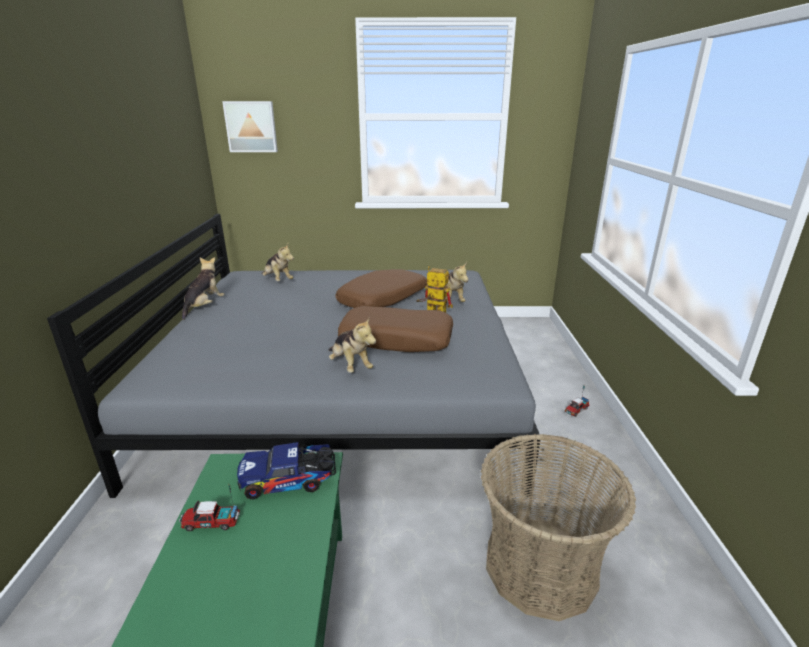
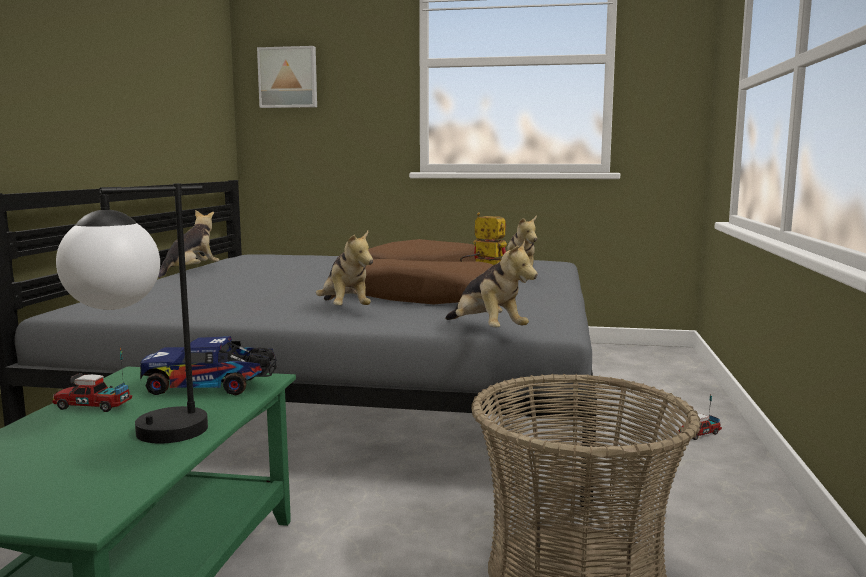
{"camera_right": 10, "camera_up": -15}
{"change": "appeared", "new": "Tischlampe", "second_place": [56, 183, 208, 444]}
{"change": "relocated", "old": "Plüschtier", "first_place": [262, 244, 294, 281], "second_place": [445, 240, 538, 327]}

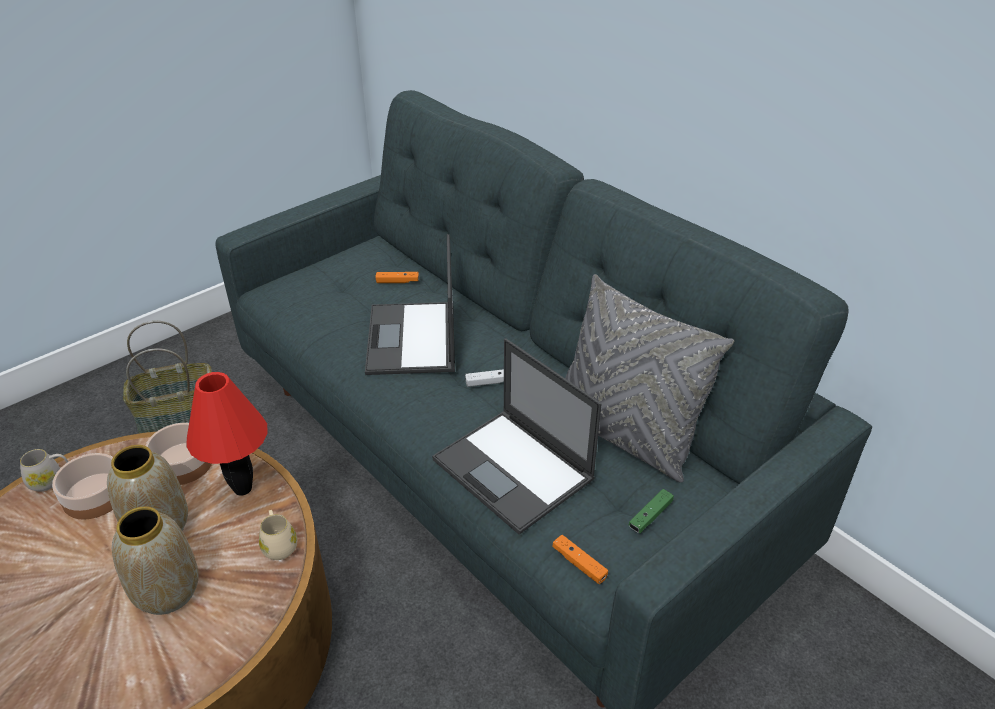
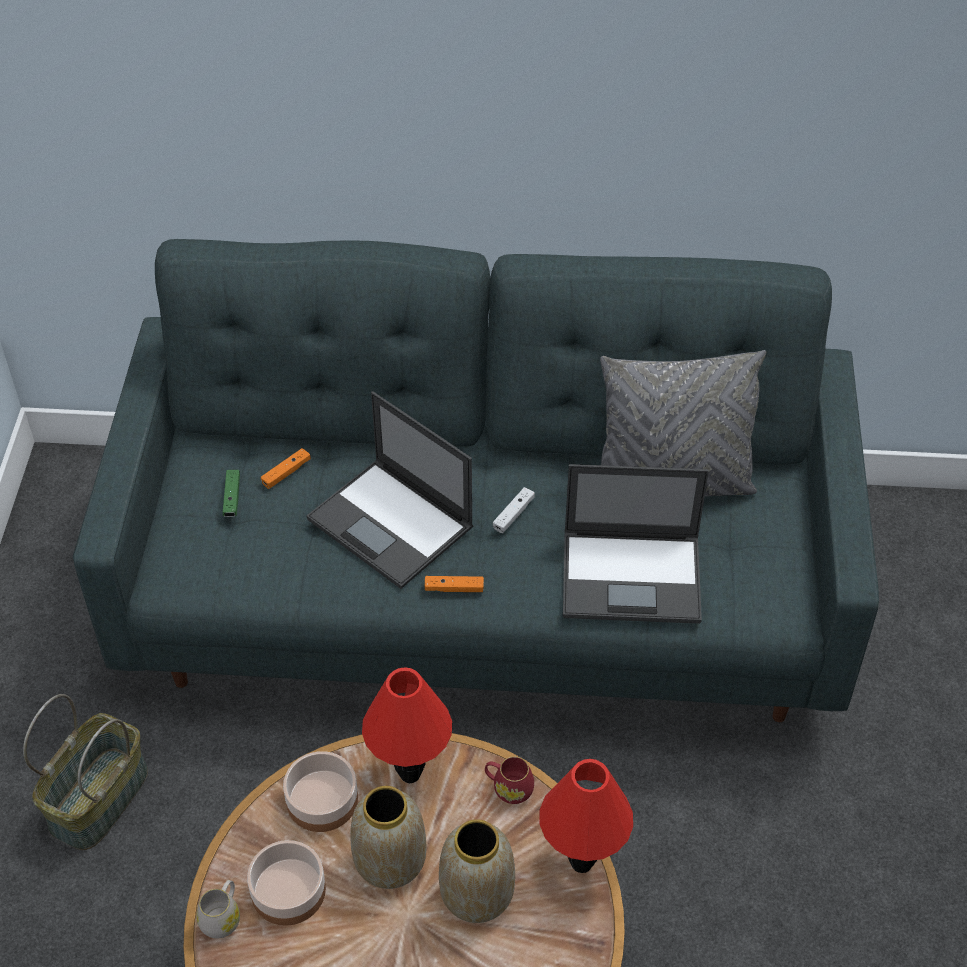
{"camera_right": -45, "camera_up": 10}
{"change": "relocated", "old": "Gamepad (grün)", "first_place": [629, 489, 674, 533], "second_place": [223, 470, 240, 517]}
{"change": "relocated", "old": "Gamepad (orange)", "first_place": [552, 535, 608, 584], "second_place": [425, 576, 484, 592]}
{"change": "colour", "old": "Henkelbecher (beige)", "new": "Henkelbecher (rot)", "first_place": [259, 510, 297, 560], "second_place": [485, 757, 534, 804]}
{"change": "appeared", "new": "Tischlampe (rot)", "second_place": [539, 759, 633, 873]}

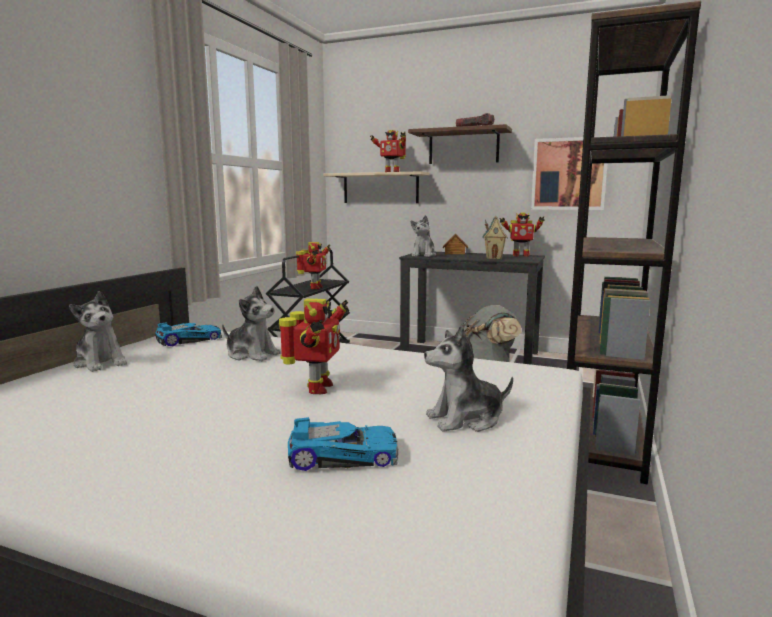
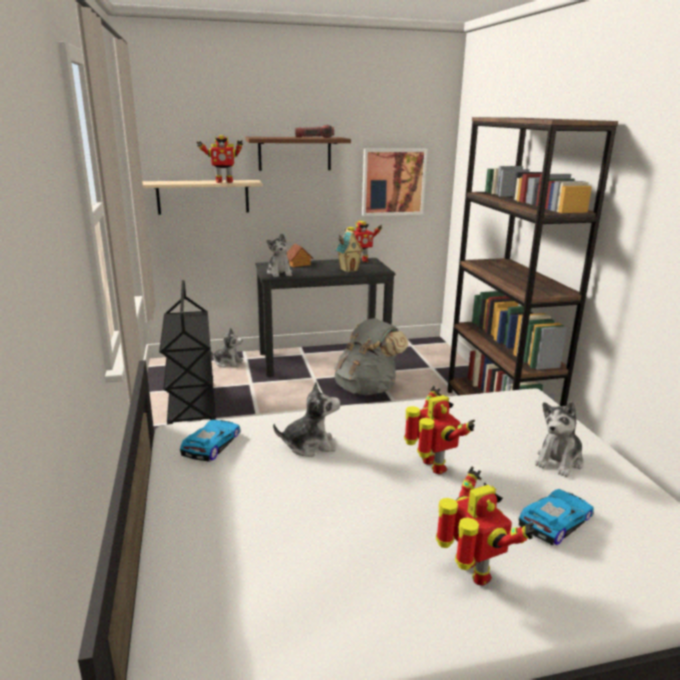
{"camera_right": -35, "camera_up": 10}
{"change": "relocated", "old": "Plüschtier", "first_place": [69, 291, 127, 372], "second_place": [211, 327, 243, 368]}
{"change": "relocated", "old": "Spielzeugroboter", "first_place": [296, 242, 331, 289], "second_place": [436, 466, 534, 586]}

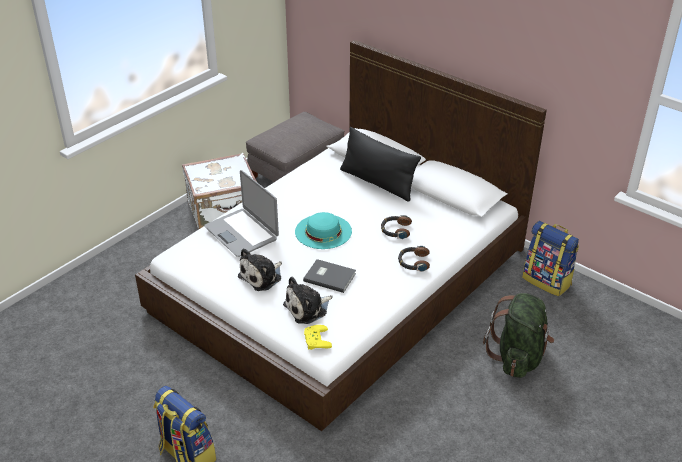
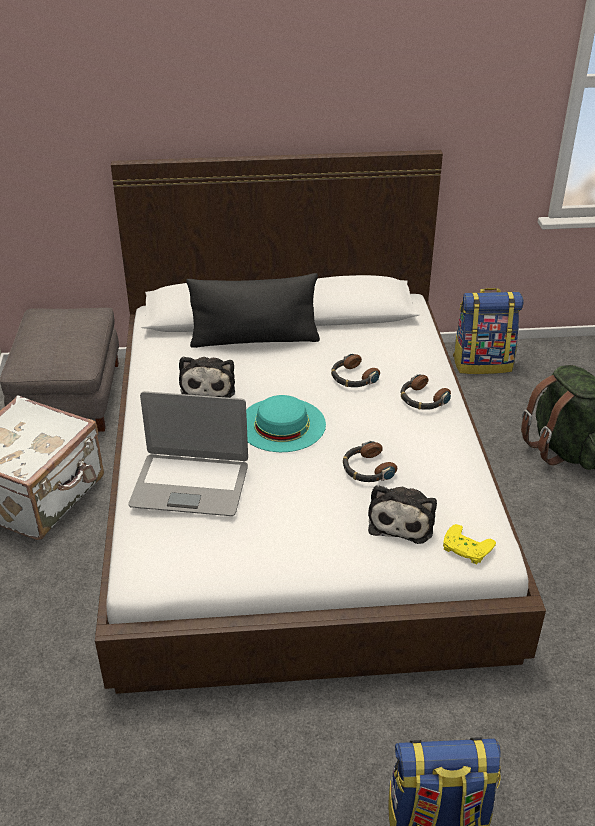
{"camera_right": -45, "camera_up": 0}
{"change": "relocated", "old": "Plüschtier", "first_place": [238, 248, 282, 291], "second_place": [179, 357, 235, 398]}
{"change": "exchanged", "old": "Buch (grau)", "new": "Kopfhörer", "first_place": [303, 259, 356, 293], "second_place": [343, 441, 397, 482]}

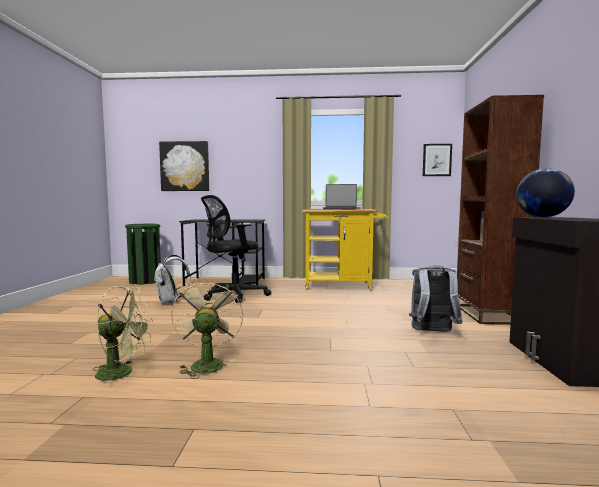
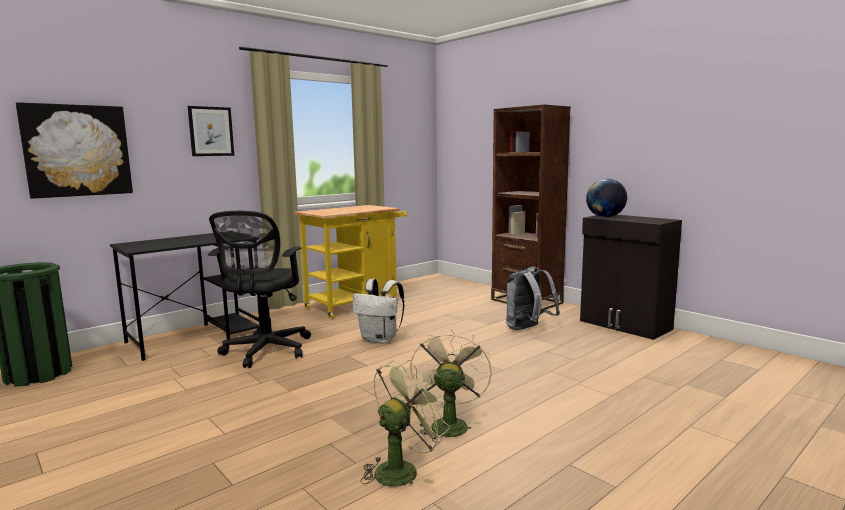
{"camera_right": -45, "camera_up": 5}
{"change": "relocated", "old": "Bild", "first_place": [423, 144, 452, 176], "second_place": [188, 106, 234, 156]}
{"change": "relocated", "old": "Rucksack (weiß)", "first_place": [154, 255, 191, 304], "second_place": [353, 279, 404, 344]}
{"change": "spun", "old": "Ventilator (beige)", "first_place": [171, 279, 243, 379], "second_place": [410, 328, 492, 443], "degrees": 60}
{"change": "missing", "old": "Laptop", "first_place": [323, 184, 357, 210]}

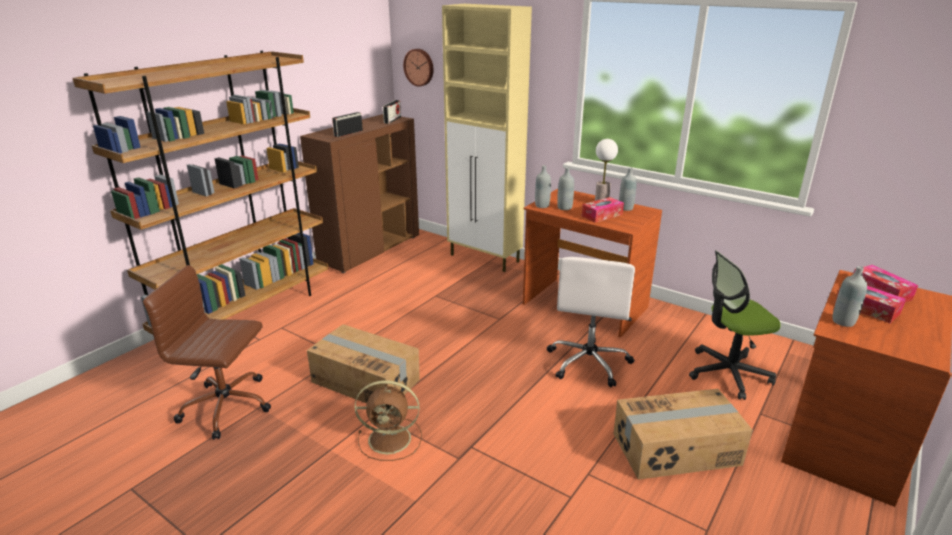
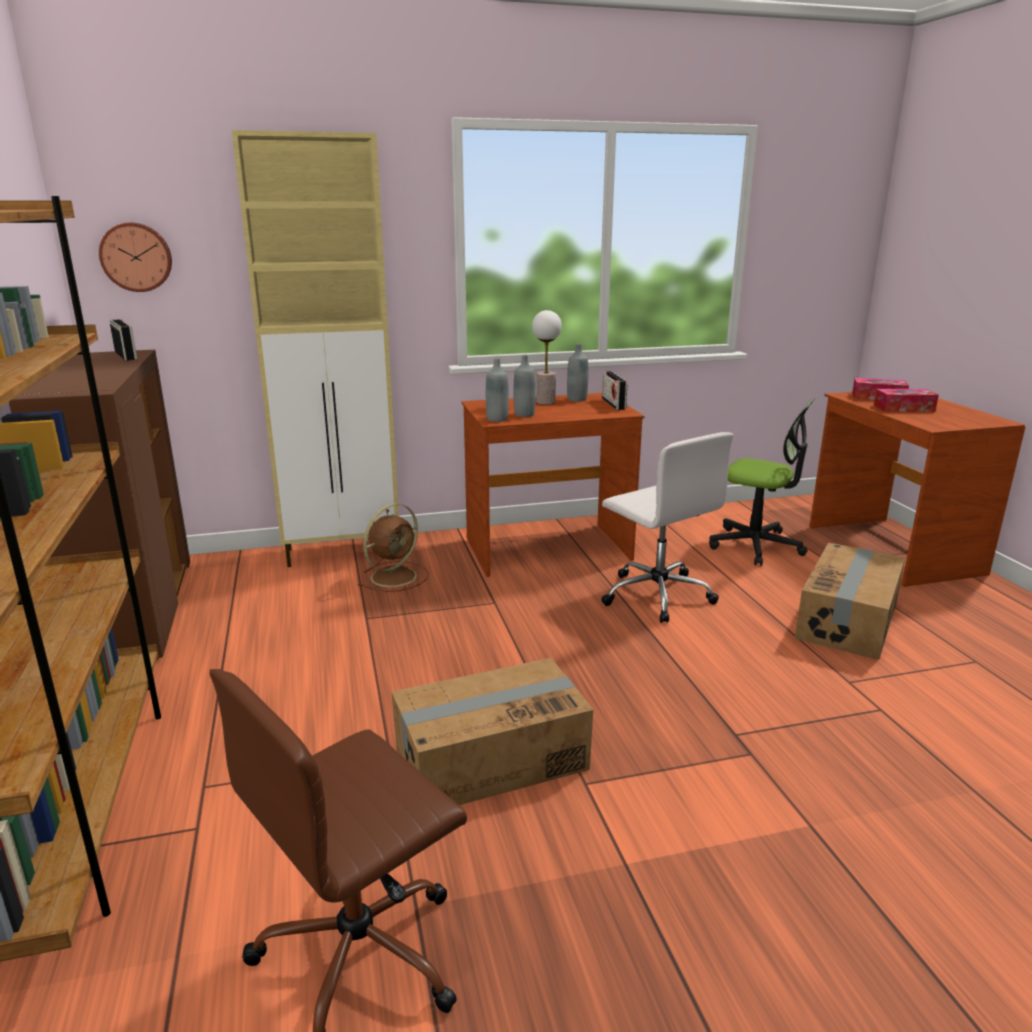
{"camera_right": -50, "camera_up": -5}
{"change": "relocated", "old": "Ventilator (braun)", "first_place": [355, 380, 422, 461], "second_place": [358, 503, 429, 592]}
{"change": "relocated", "old": "Radio", "first_place": [332, 112, 363, 137], "second_place": [602, 371, 627, 410]}
{"change": "spun", "old": "Bürostuhl", "first_place": [689, 251, 781, 400], "second_place": [709, 398, 815, 566], "degrees": -90}
{"change": "missing", "old": "Taschentuchbox", "first_place": [582, 197, 624, 223]}
{"change": "missing", "old": "Flasche (grau)", "first_place": [832, 266, 867, 327]}

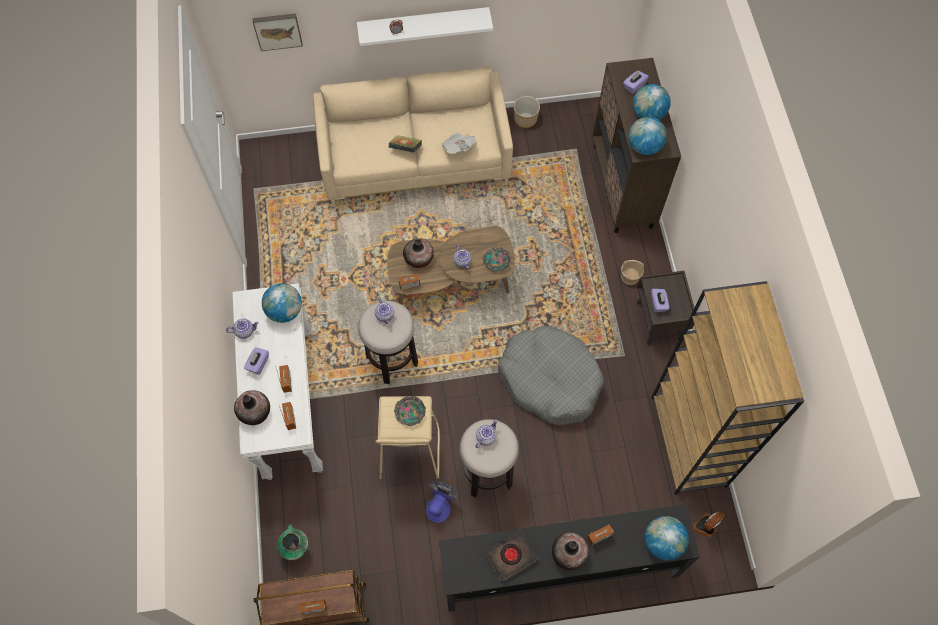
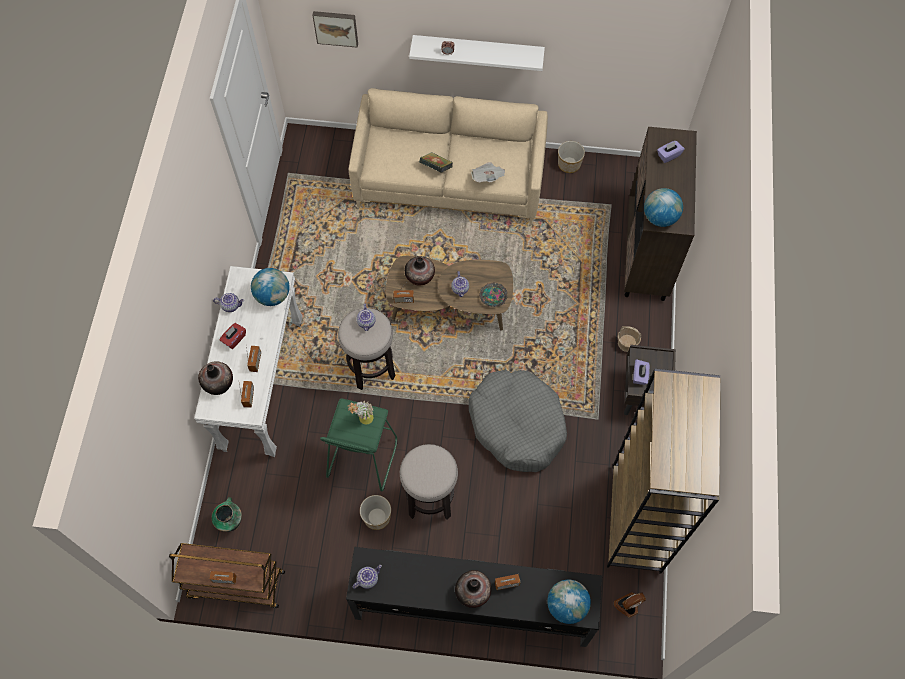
{"camera_right": 15, "camera_up": 0}
{"change": "colour", "old": "Taschentuchbox (lila)", "new": "Taschentuchbox (rot)", "first_place": [244, 347, 269, 375], "second_place": [219, 323, 246, 349]}
{"change": "colour", "old": "Hocker (beige)", "new": "Hocker (grün)", "first_place": [375, 396, 440, 479], "second_place": [320, 398, 398, 492]}
{"change": "exchanged", "old": "Schüssel", "new": "Topfpflanze", "first_place": [394, 396, 426, 426], "second_place": [348, 401, 373, 425]}
{"change": "relocated", "old": "Teekanne", "first_place": [475, 420, 497, 448], "second_place": [352, 565, 382, 589]}
{"change": "exchanged", "old": "Ventilator", "new": "Pflanzkübel", "first_place": [426, 480, 459, 523], "second_place": [360, 495, 391, 530]}
{"change": "missing", "old": "Buch (schwarz)", "first_place": [485, 530, 538, 582]}
{"change": "missing", "old": "Globus", "first_place": [633, 84, 671, 120]}

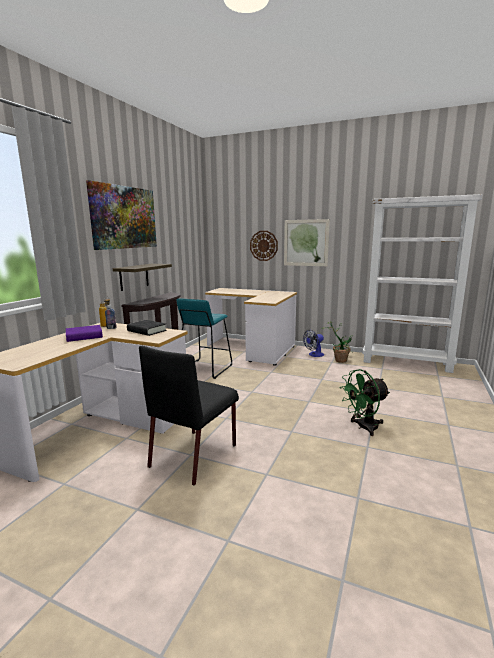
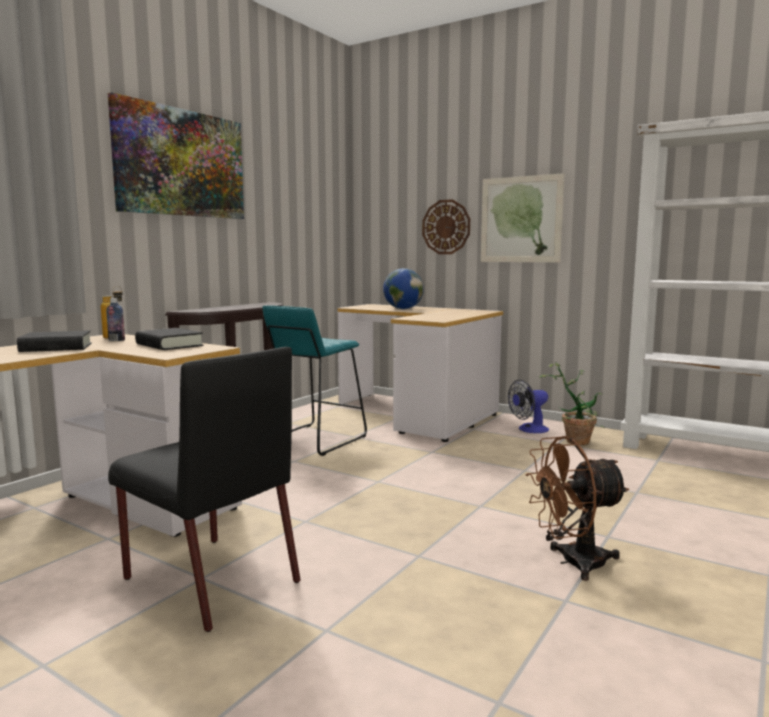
{"camera_right": 10, "camera_up": -5}
{"change": "colour", "old": "Buch (lila)", "new": "Buch (schwarz)", "first_place": [66, 325, 103, 342], "second_place": [17, 330, 92, 352]}
{"change": "spun", "old": "Stuhl (schwarz)", "first_place": [139, 346, 239, 485], "second_place": [108, 347, 300, 632], "degrees": -90}
{"change": "appeared", "new": "Globus", "second_place": [383, 268, 424, 309]}
{"change": "colour", "old": "Ventilator (grün)", "new": "Ventilator (braun)", "first_place": [340, 369, 390, 436], "second_place": [525, 436, 629, 581]}
{"change": "missing", "old": "Wandregal", "first_place": [113, 264, 172, 291]}

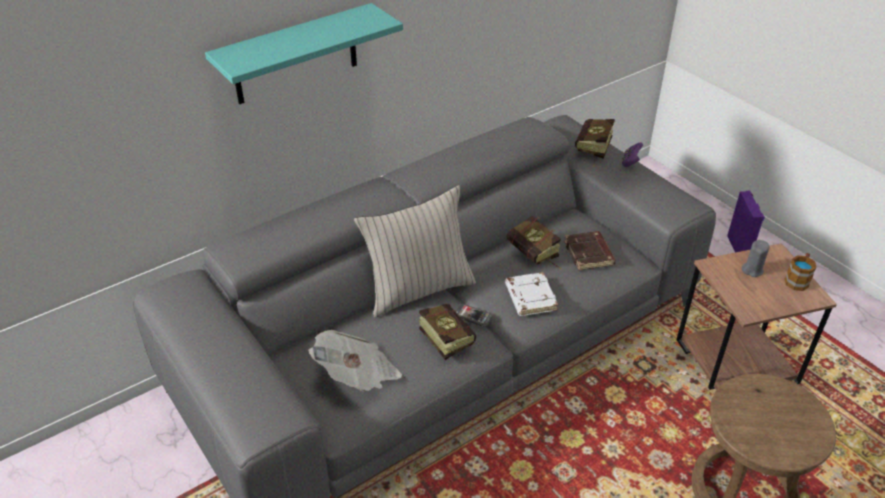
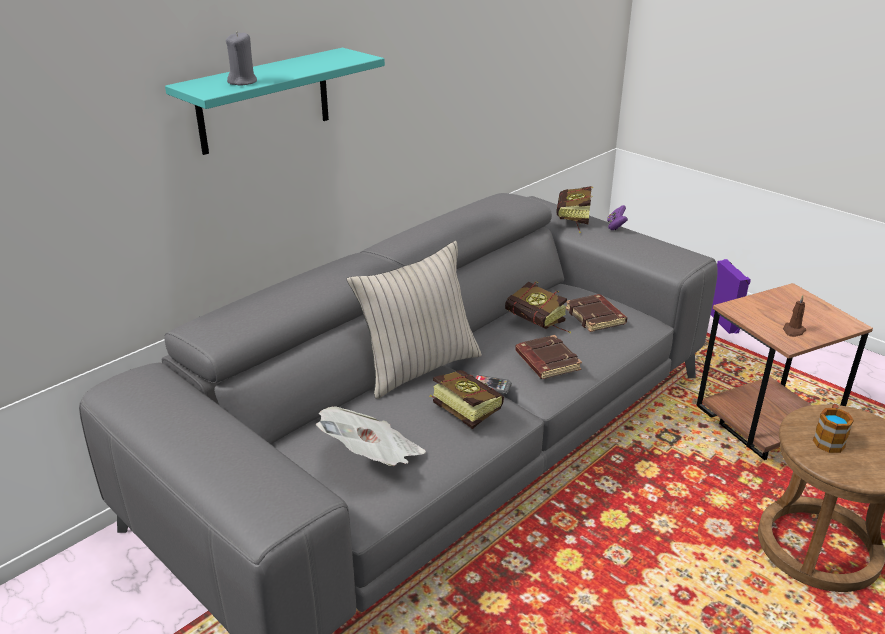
{"camera_right": -10, "camera_up": -10}
{"change": "relocated", "old": "Kerze (grau)", "first_place": [742, 240, 770, 277], "second_place": [226, 31, 257, 86]}
{"change": "colour", "old": "Buch (weiß)", "new": "Buch (braun)", "first_place": [505, 272, 558, 316], "second_place": [515, 335, 582, 379]}
{"change": "appeared", "new": "Kerze (braun)", "second_place": [783, 295, 806, 337]}
{"change": "relocated", "old": "Henkelbecher", "first_place": [785, 253, 817, 291], "second_place": [813, 404, 854, 453]}

